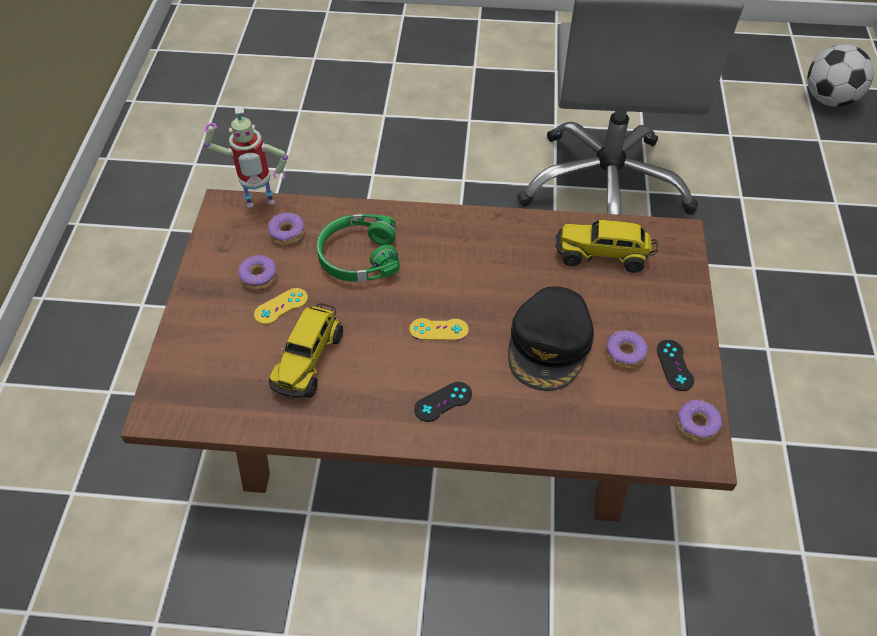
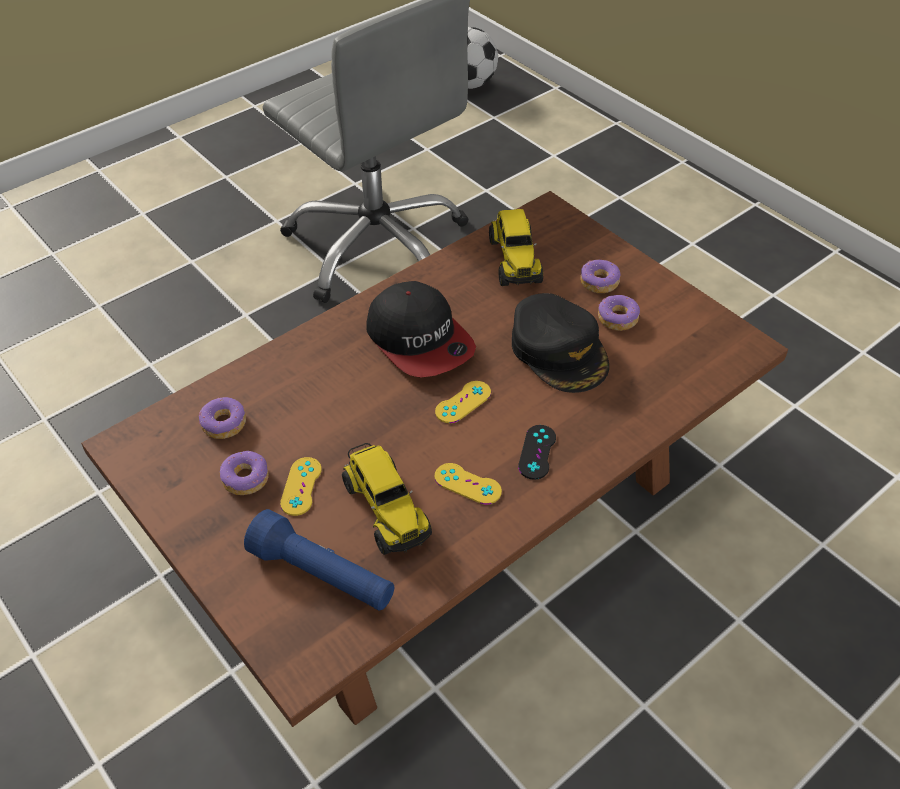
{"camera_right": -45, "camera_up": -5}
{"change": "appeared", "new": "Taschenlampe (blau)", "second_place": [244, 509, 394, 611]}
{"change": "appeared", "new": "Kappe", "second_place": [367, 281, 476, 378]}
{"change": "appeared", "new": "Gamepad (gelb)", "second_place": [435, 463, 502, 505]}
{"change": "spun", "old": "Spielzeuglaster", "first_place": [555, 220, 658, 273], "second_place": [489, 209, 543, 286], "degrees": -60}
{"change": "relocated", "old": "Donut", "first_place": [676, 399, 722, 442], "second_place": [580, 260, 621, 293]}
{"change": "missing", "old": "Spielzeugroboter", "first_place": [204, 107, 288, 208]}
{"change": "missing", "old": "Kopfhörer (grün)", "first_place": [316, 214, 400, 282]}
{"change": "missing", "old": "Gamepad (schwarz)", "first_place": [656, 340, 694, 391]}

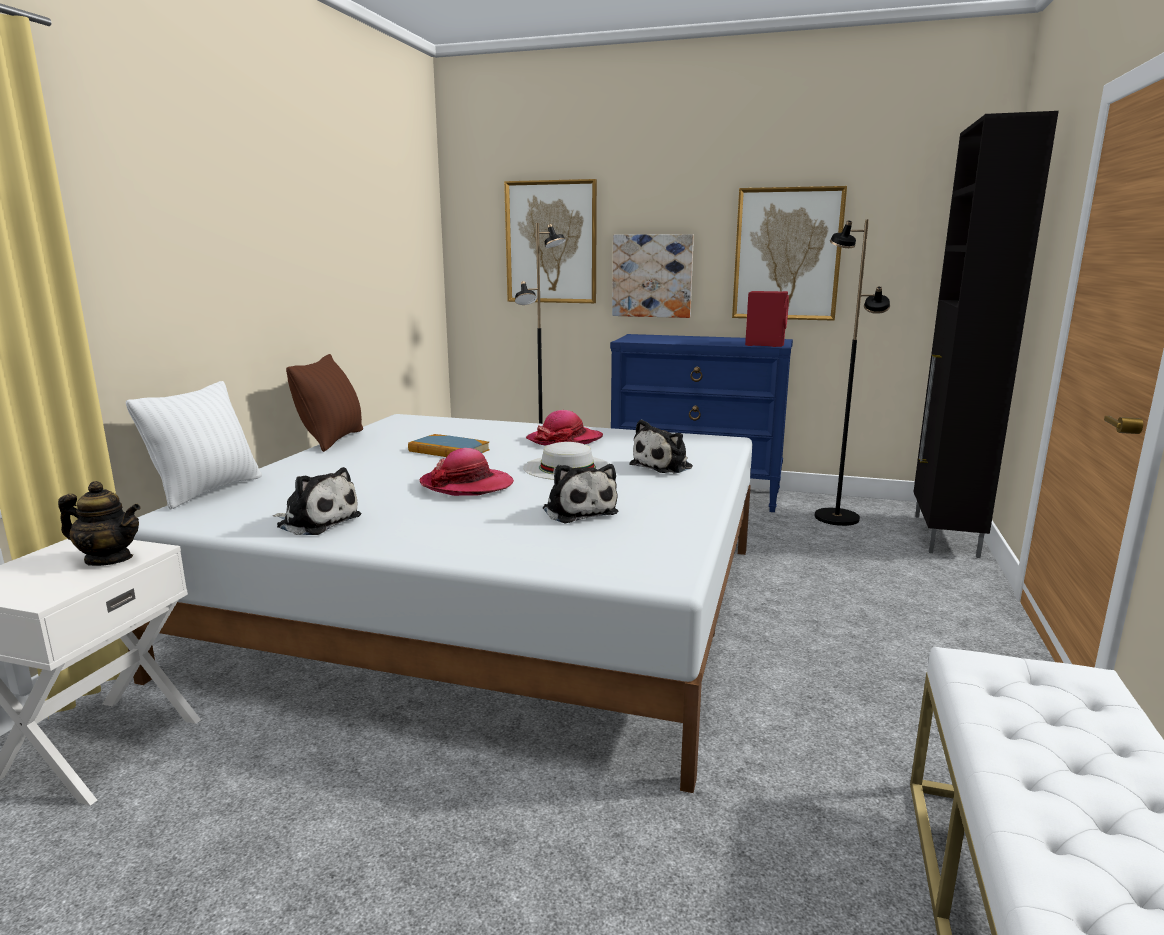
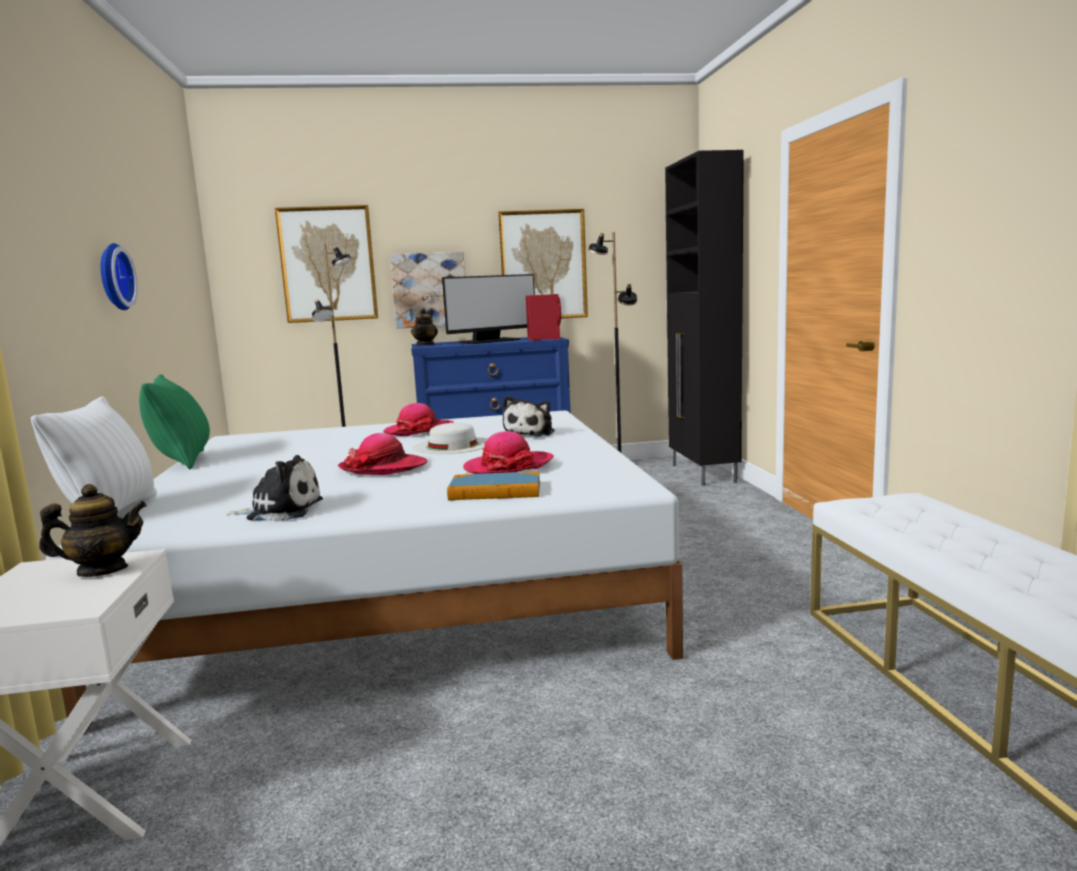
{"camera_right": -25, "camera_up": -5}
{"change": "appeared", "new": "Wanduhr", "second_place": [101, 243, 138, 310]}
{"change": "colour", "old": "Kissen (braun)", "new": "Kissen (grün)", "first_place": [286, 354, 363, 452], "second_place": [139, 374, 210, 470]}
{"change": "appeared", "new": "Teekanne", "second_place": [411, 308, 438, 345]}
{"change": "appeared", "new": "Monitor", "second_place": [442, 274, 535, 344]}
{"change": "relocated", "old": "Buch", "first_place": [408, 434, 490, 457], "second_place": [447, 472, 540, 500]}
{"change": "exchanged", "old": "Plüschtier", "new": "Hut", "first_place": [543, 464, 618, 524], "second_place": [463, 431, 554, 474]}

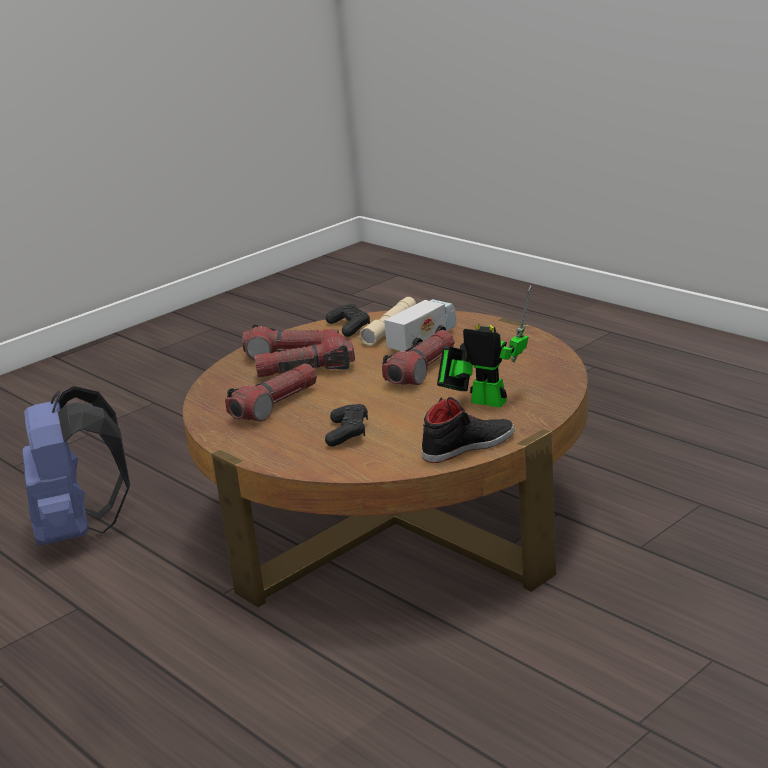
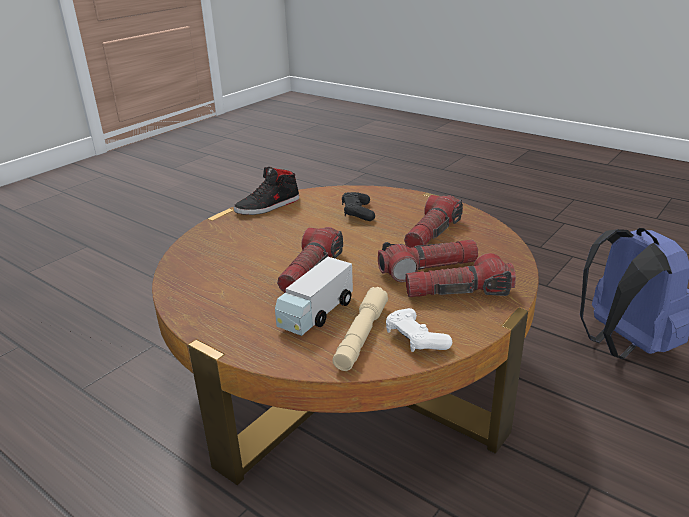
{"camera_right": 170, "camera_up": 5}
{"change": "colour", "old": "Gamepad (schwarz)", "new": "Gamepad (weiß)", "first_place": [325, 304, 370, 337], "second_place": [386, 308, 452, 352]}
{"change": "missing", "old": "Spielzeugroboter", "first_place": [437, 285, 532, 408]}

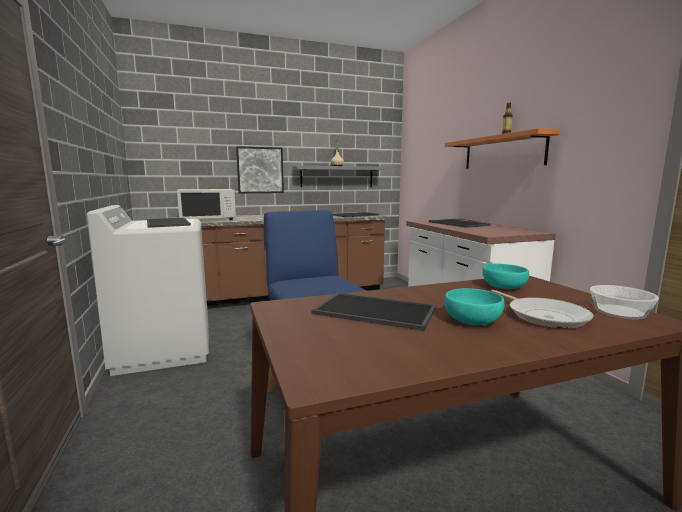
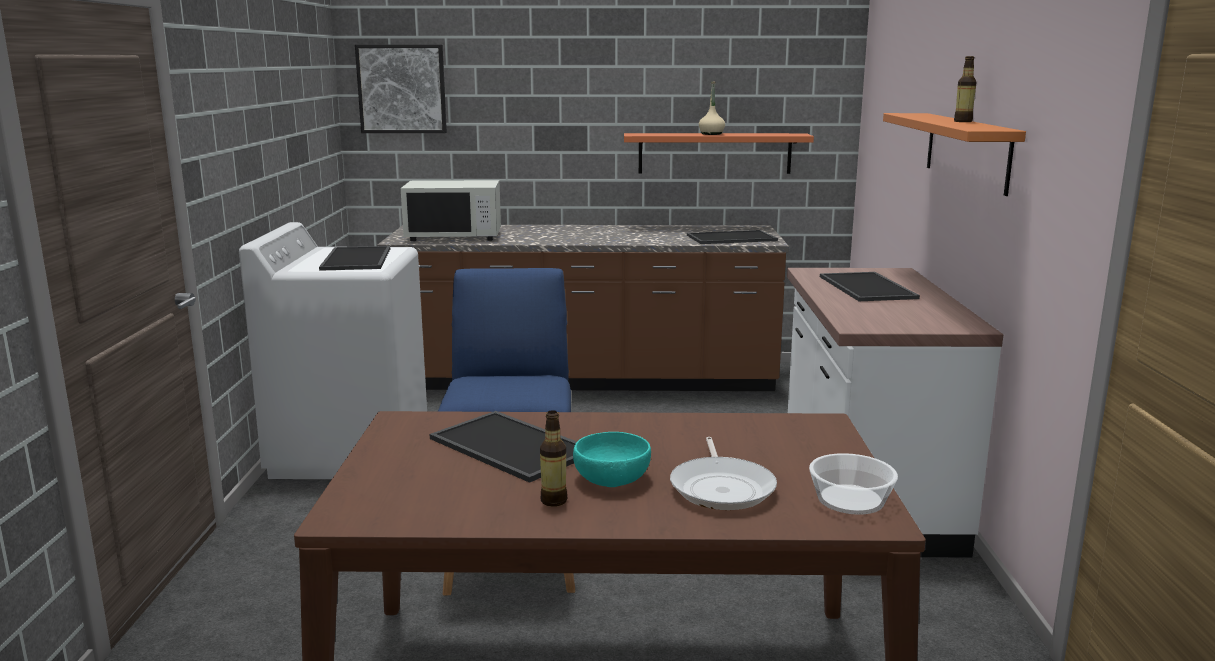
{"camera_right": 20, "camera_up": 5}
{"change": "relocated", "old": "Bild", "first_place": [236, 146, 284, 193], "second_place": [355, 45, 447, 133]}
{"change": "appeared", "new": "Flasche", "second_place": [540, 410, 567, 507]}
{"change": "colour", "old": "Wandregal (grau)", "new": "Wandregal (orange)", "first_place": [293, 166, 386, 187], "second_place": [624, 133, 814, 174]}
{"change": "missing", "old": "Schüssel (türkis)", "first_place": [482, 264, 529, 289]}

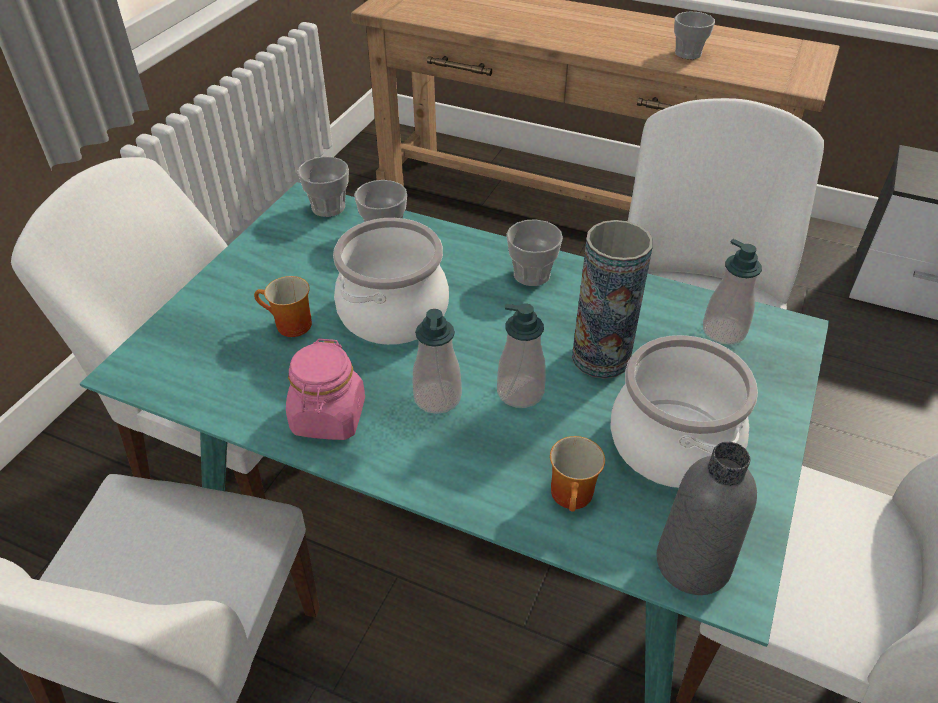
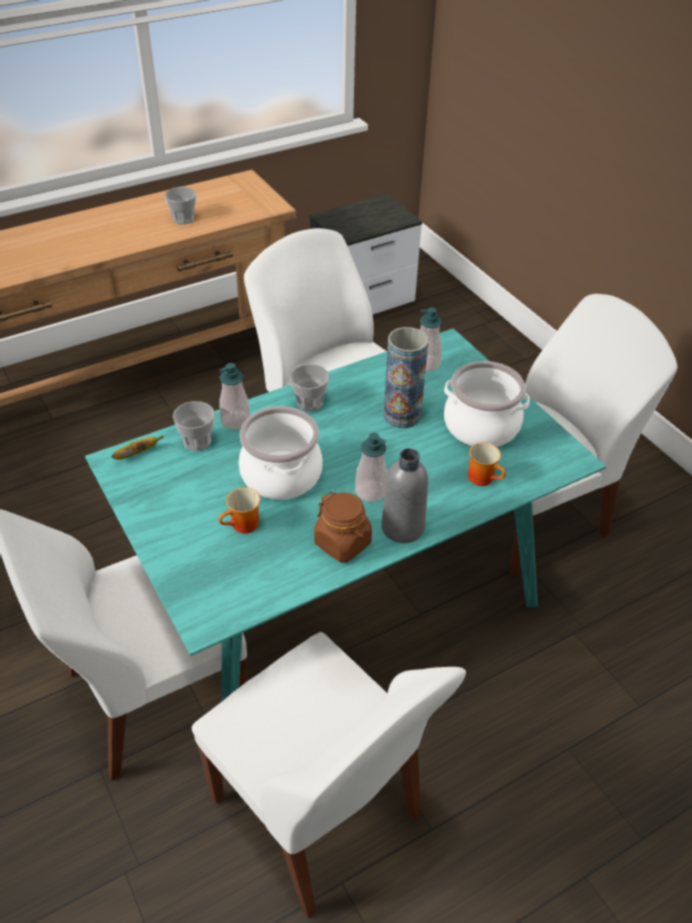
{"camera_right": -55, "camera_up": 0}
{"change": "exchanged", "old": "Tasse", "new": "Banane", "first_place": [297, 156, 349, 217], "second_place": [111, 435, 163, 460]}
{"change": "relocated", "old": "Seifenspender", "first_place": [497, 303, 546, 408], "second_place": [219, 363, 250, 430]}
{"change": "colour", "old": "Vorratsglas (rosa)", "new": "Vorratsglas (braun)", "first_place": [286, 338, 365, 440], "second_place": [314, 492, 372, 562]}
{"change": "relocated", "old": "Flasche (grau)", "first_place": [657, 442, 757, 595], "second_place": [381, 448, 428, 543]}

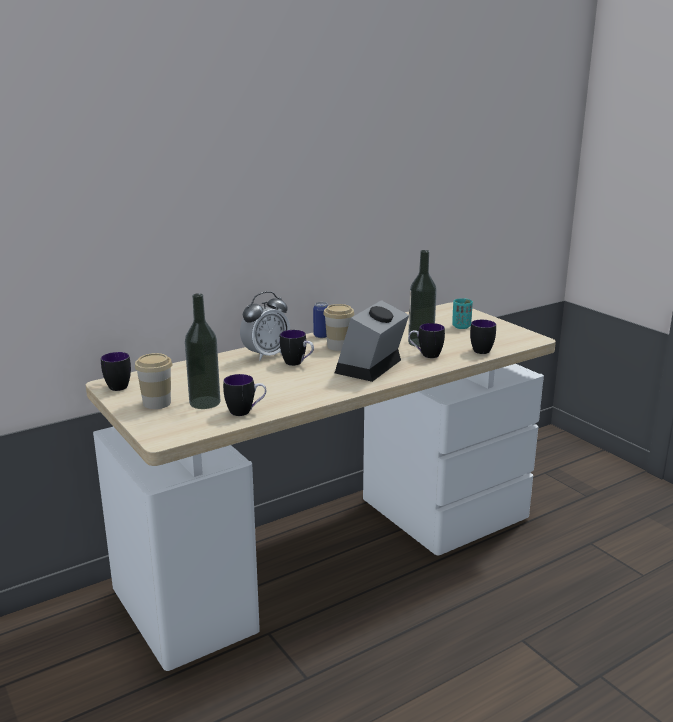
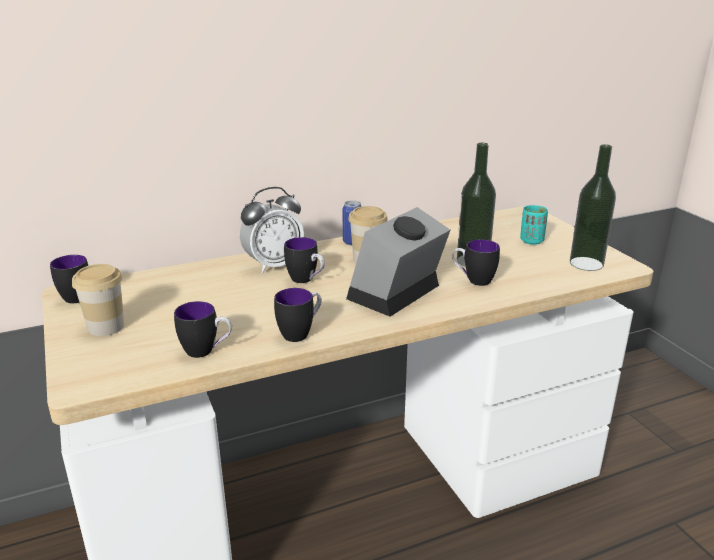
{"camera_right": 10, "camera_up": 5}
{"change": "relocated", "old": "Henkelbecher", "first_place": [470, 320, 496, 354], "second_place": [274, 288, 322, 342]}
{"change": "relocated", "old": "Flasche", "first_place": [185, 293, 220, 409], "second_place": [570, 144, 616, 271]}

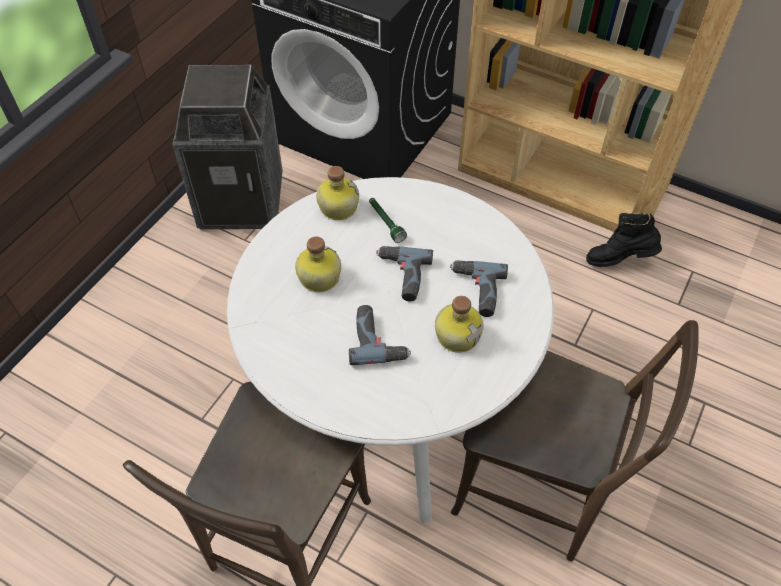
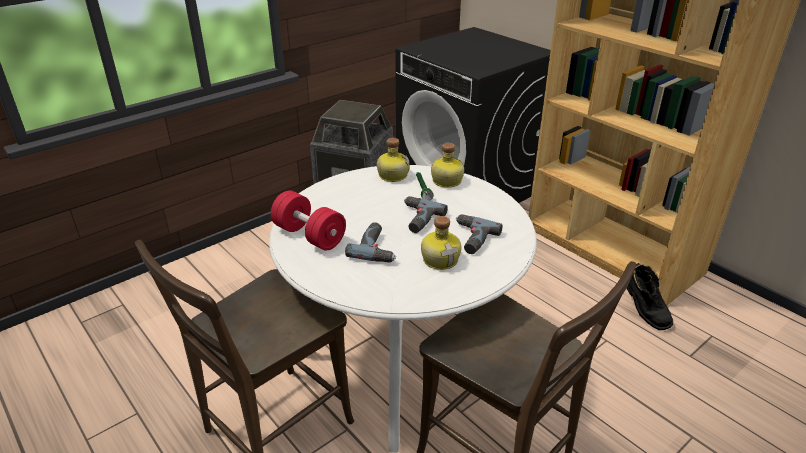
{"camera_right": 20, "camera_up": -20}
{"change": "appeared", "new": "Hantel (rot)", "second_place": [271, 190, 346, 250]}
{"change": "relocated", "old": "Flasche", "first_place": [295, 236, 341, 292], "second_place": [431, 143, 464, 188]}
{"change": "spun", "old": "Stiefel (schwarz)", "first_place": [586, 213, 662, 267], "second_place": [627, 263, 673, 330], "degrees": -135}

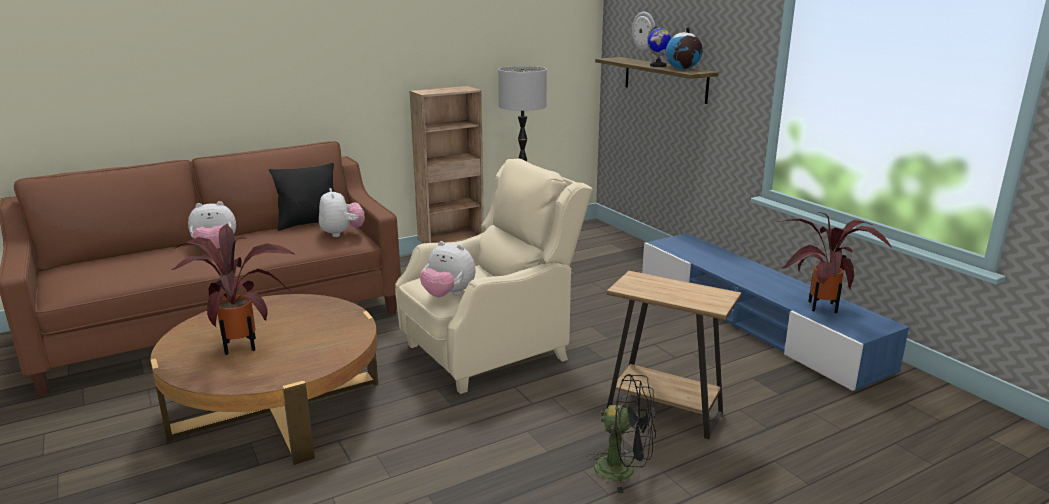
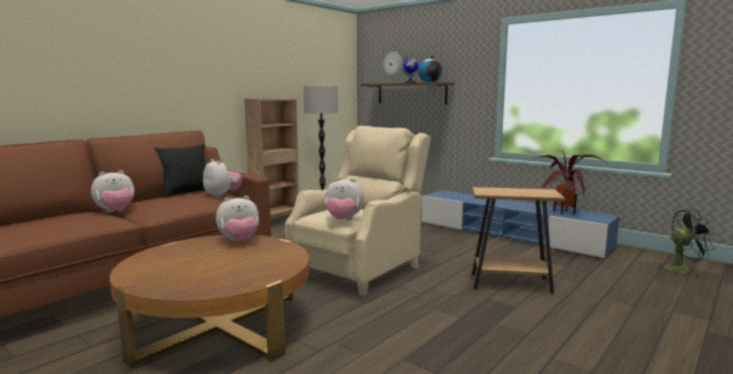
{"camera_right": -20, "camera_up": -10}
{"change": "appeared", "new": "Plüschtier", "second_place": [216, 196, 259, 241]}
{"change": "relocated", "old": "Ventilator (schwarz)", "first_place": [586, 374, 656, 493], "second_place": [655, 209, 715, 277]}
{"change": "missing", "old": "Topfpflanze", "first_place": [171, 224, 294, 355]}

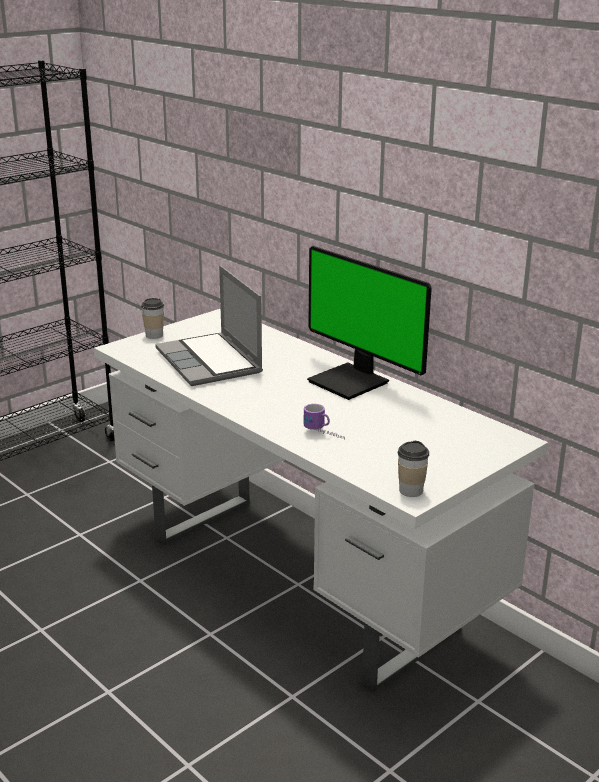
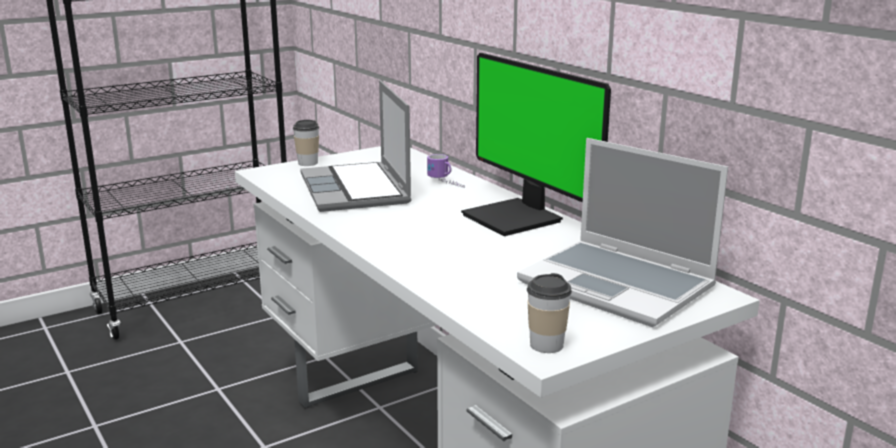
{"camera_right": 10, "camera_up": -5}
{"change": "relocated", "old": "Henkelbecher", "first_place": [304, 404, 345, 439], "second_place": [427, 154, 465, 188]}
{"change": "appeared", "new": "Laptop", "second_place": [517, 138, 728, 327]}

